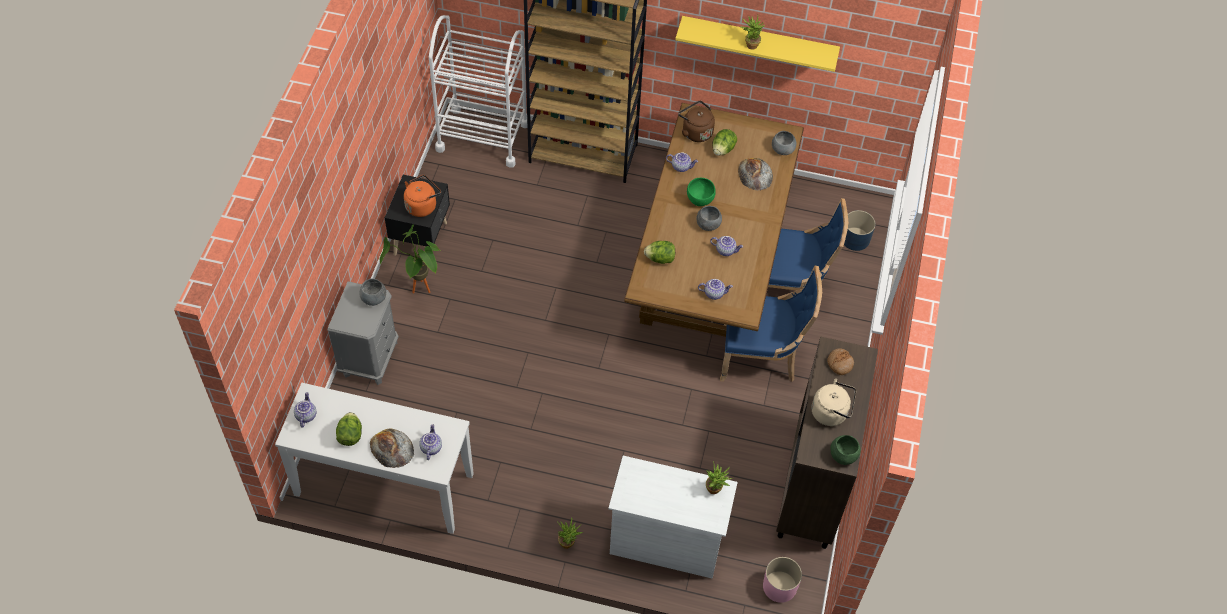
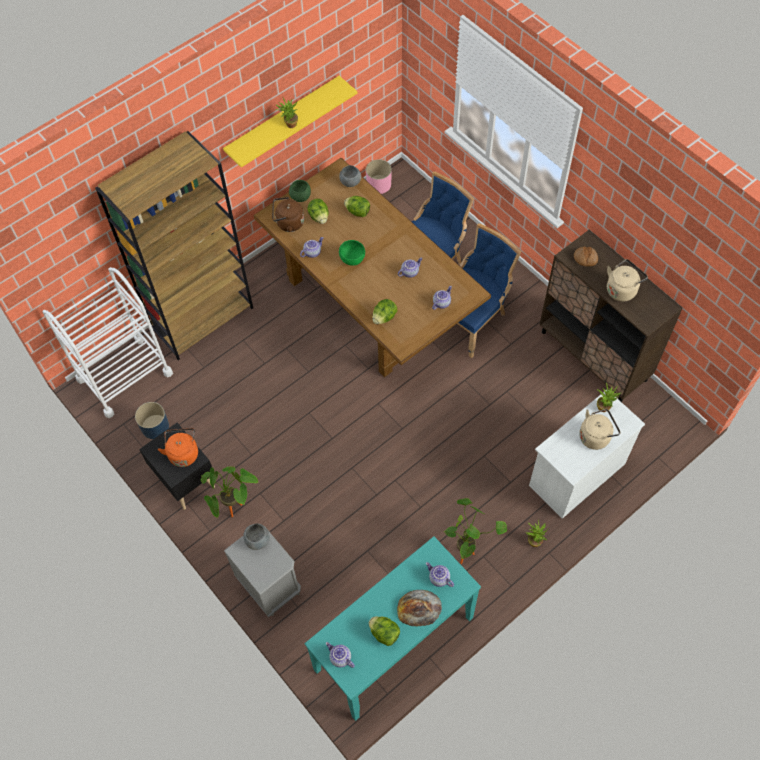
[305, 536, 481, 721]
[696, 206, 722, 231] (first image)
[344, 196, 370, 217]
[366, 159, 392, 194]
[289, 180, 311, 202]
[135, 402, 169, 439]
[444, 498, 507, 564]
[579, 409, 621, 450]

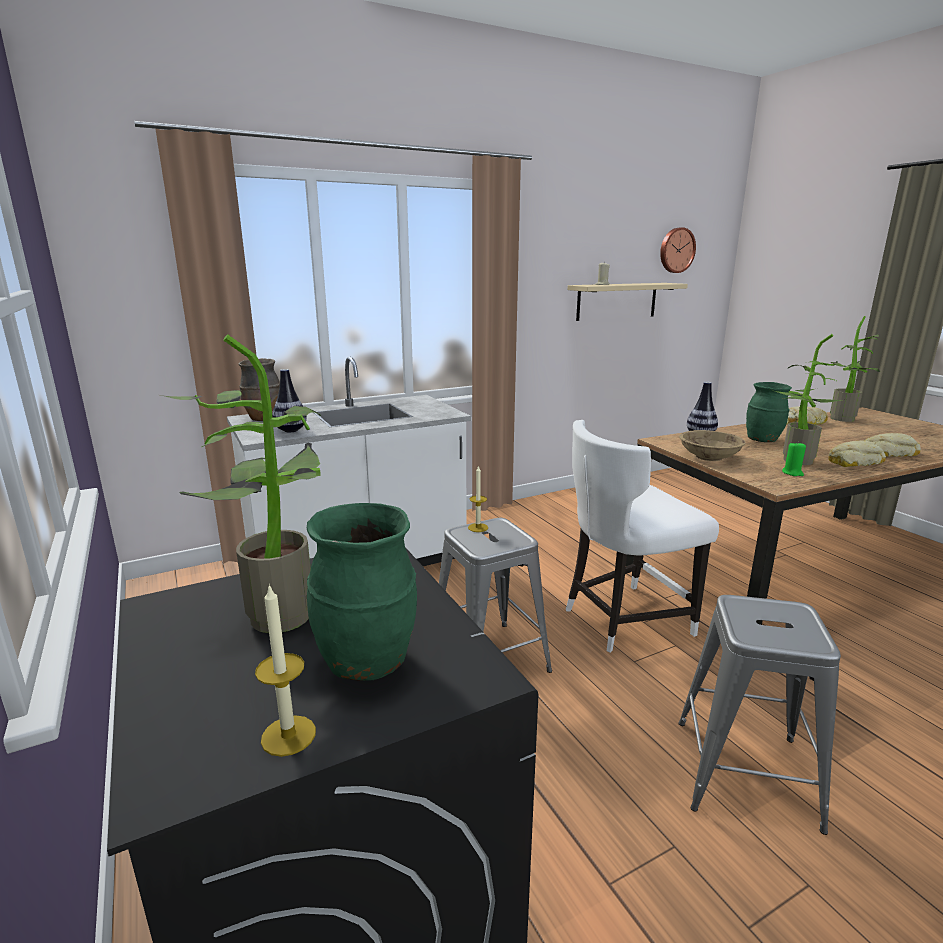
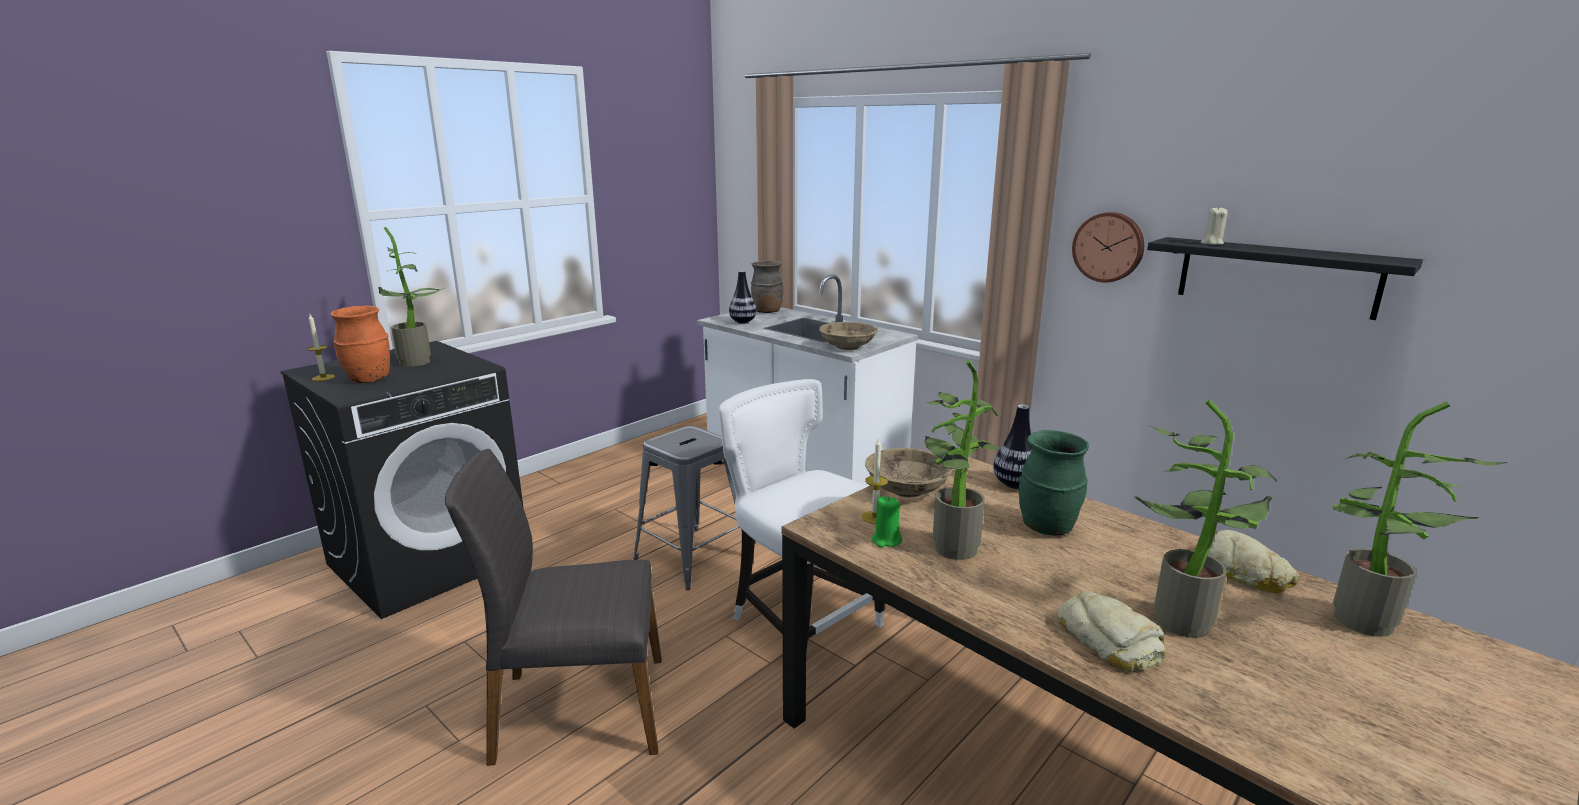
[331, 306, 390, 383]
[862, 437, 888, 524]
[1147, 237, 1423, 320]
[1072, 212, 1144, 283]
[445, 449, 661, 766]
[828, 440, 886, 467] (first image)
[819, 322, 878, 350]
[1135, 400, 1277, 638]

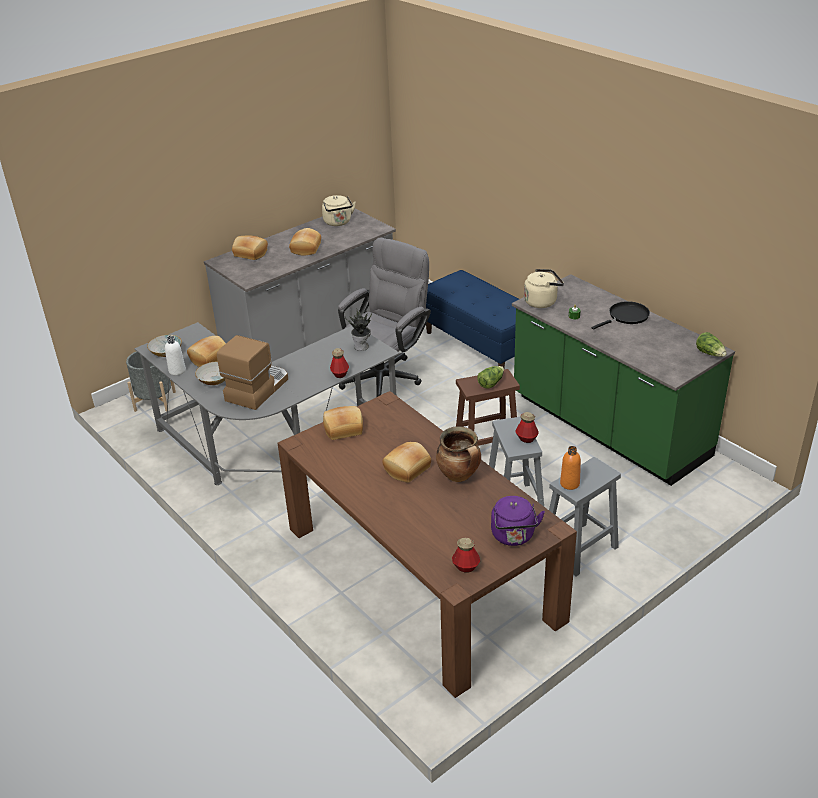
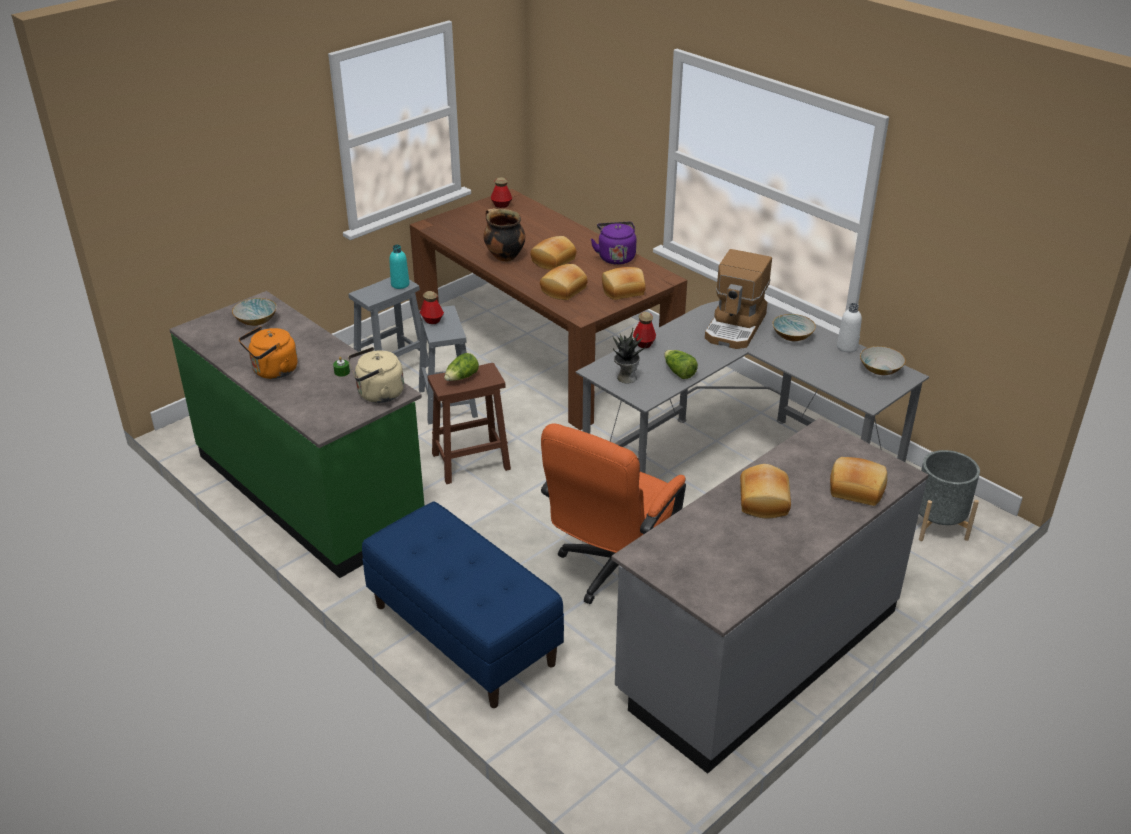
[540, 264, 588, 300]
[322, 195, 356, 226] (first image)
[541, 424, 686, 604]
[591, 222, 636, 265]
[389, 245, 409, 289]
[239, 326, 298, 379]
[664, 350, 698, 379]
[232, 298, 277, 326]

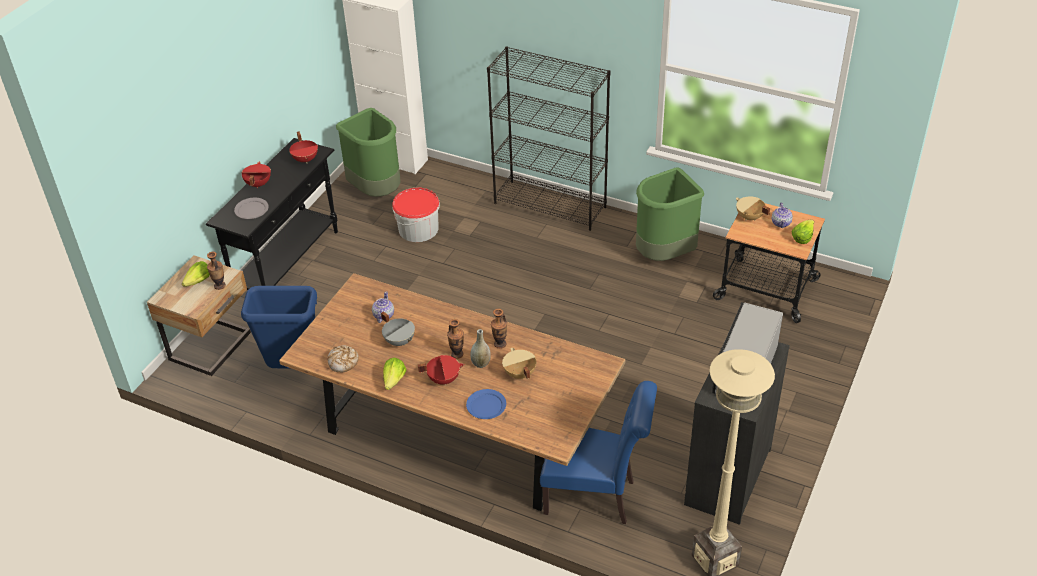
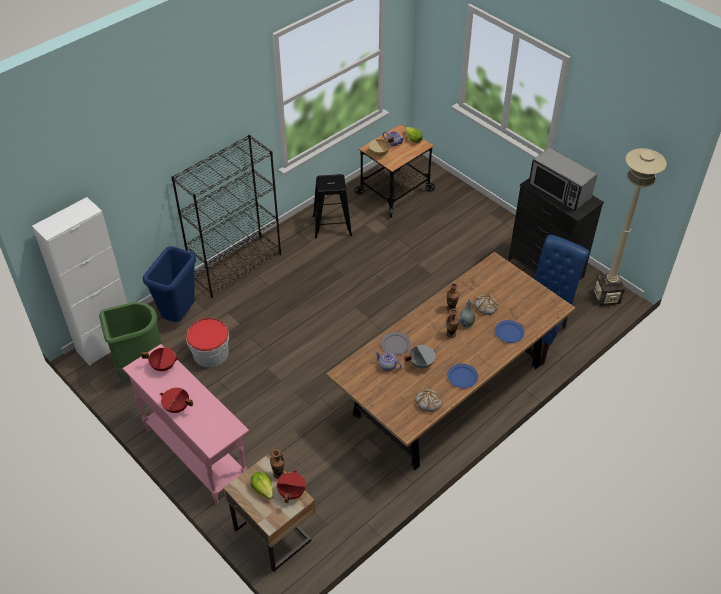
[123, 344, 249, 505]
[381, 332, 411, 355]
[143, 246, 196, 322]
[447, 364, 478, 388]
[277, 469, 306, 503]
[474, 294, 498, 315]
[313, 174, 352, 239]

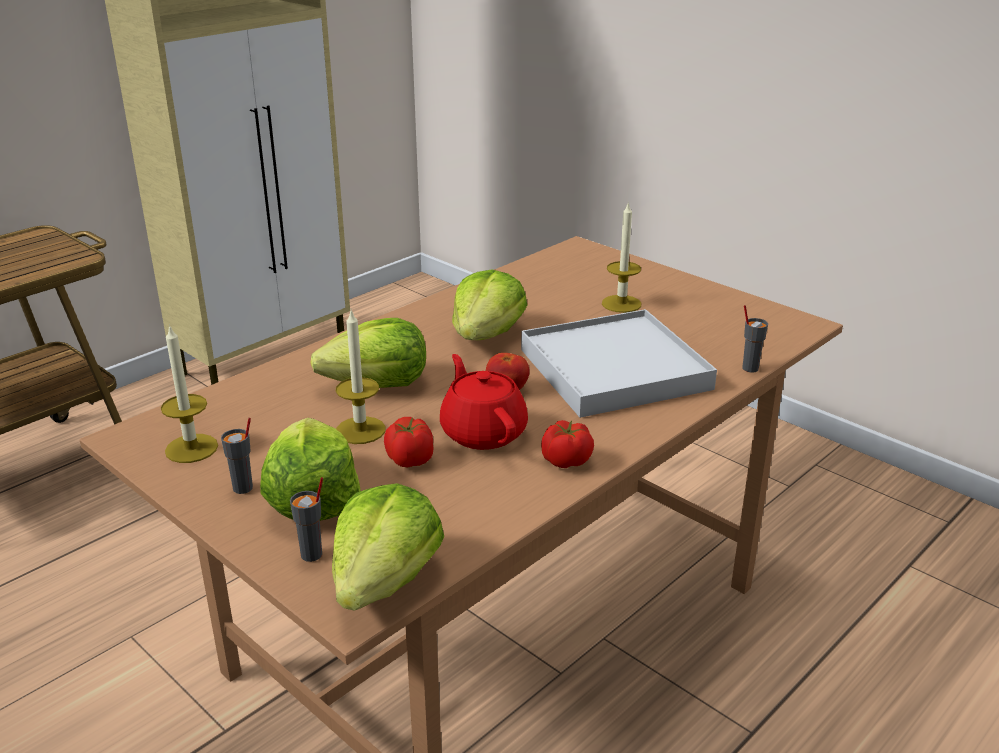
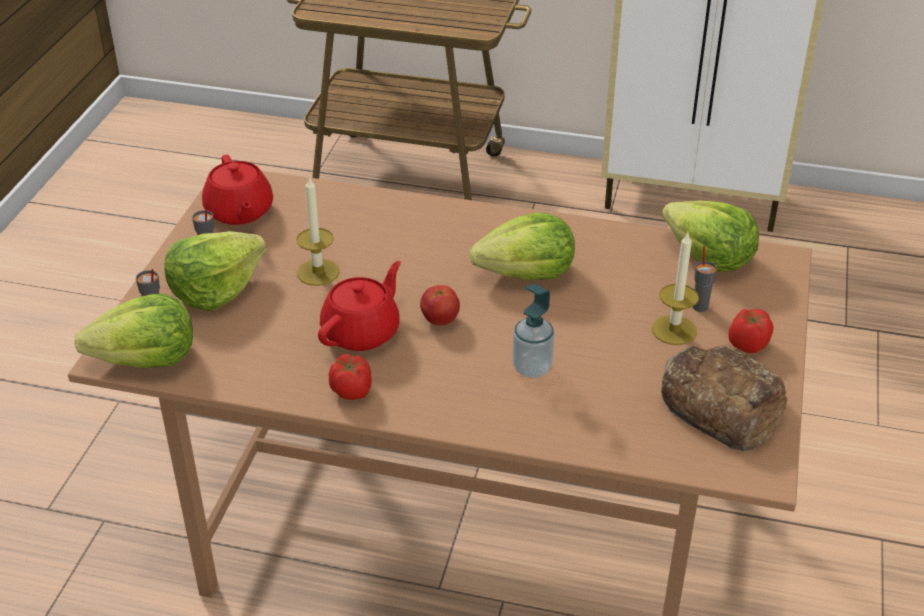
[202, 155, 273, 225]
[662, 200, 759, 272]
[729, 309, 773, 353]
[512, 284, 555, 378]
[693, 246, 717, 312]
[661, 346, 787, 451]

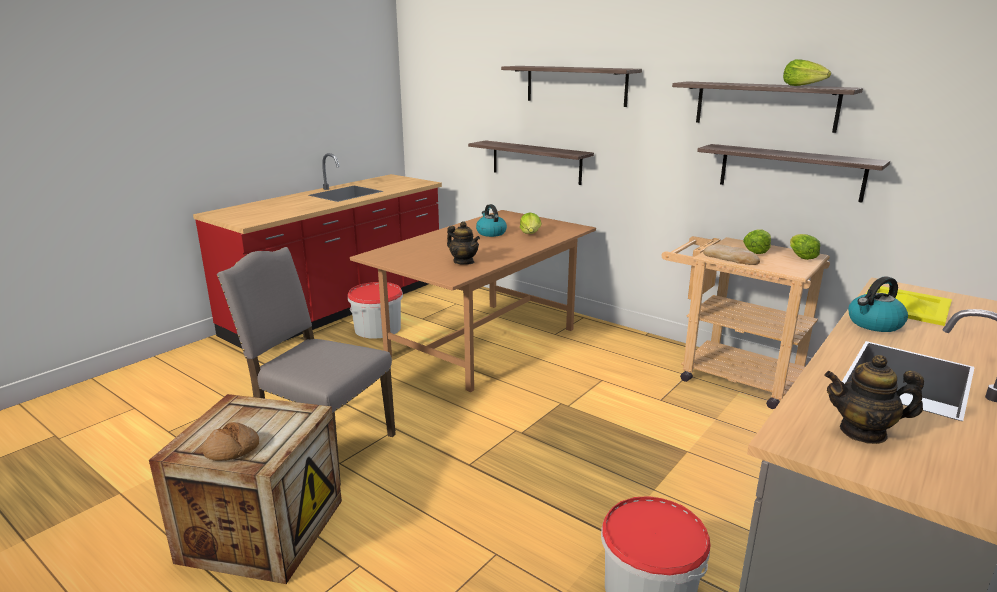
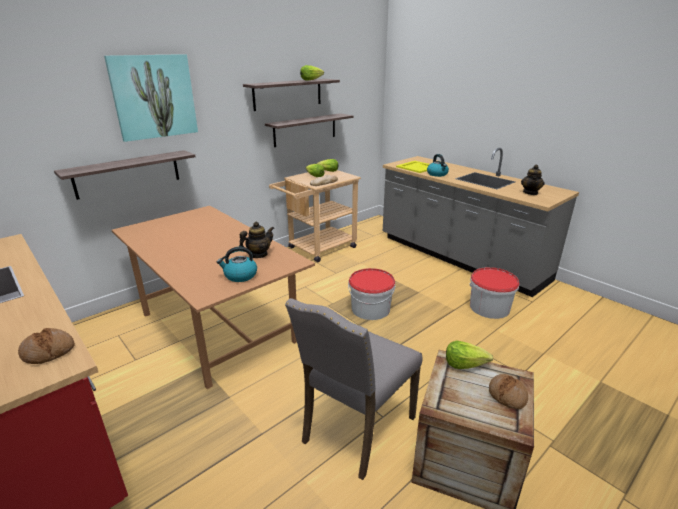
[348, 268, 395, 320]
[217, 247, 257, 282]
[104, 54, 198, 142]
[446, 341, 493, 369]
[18, 328, 75, 364]

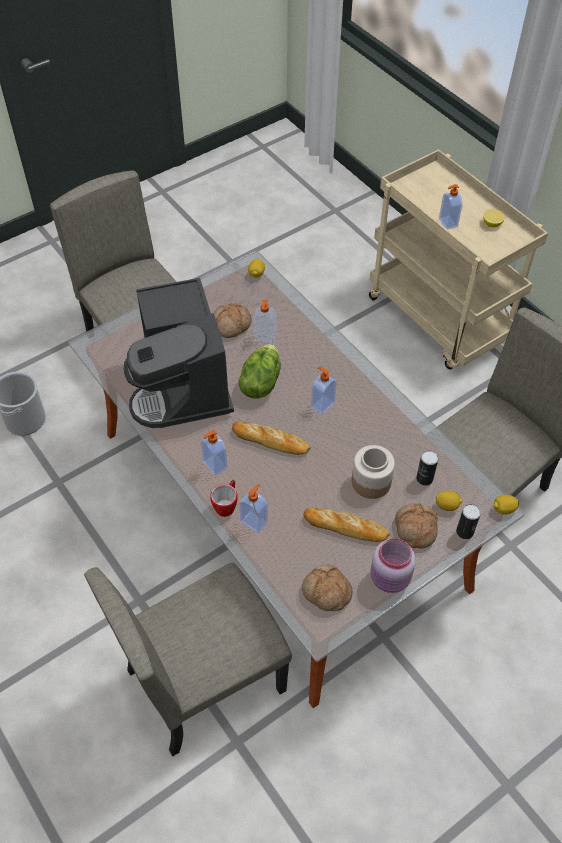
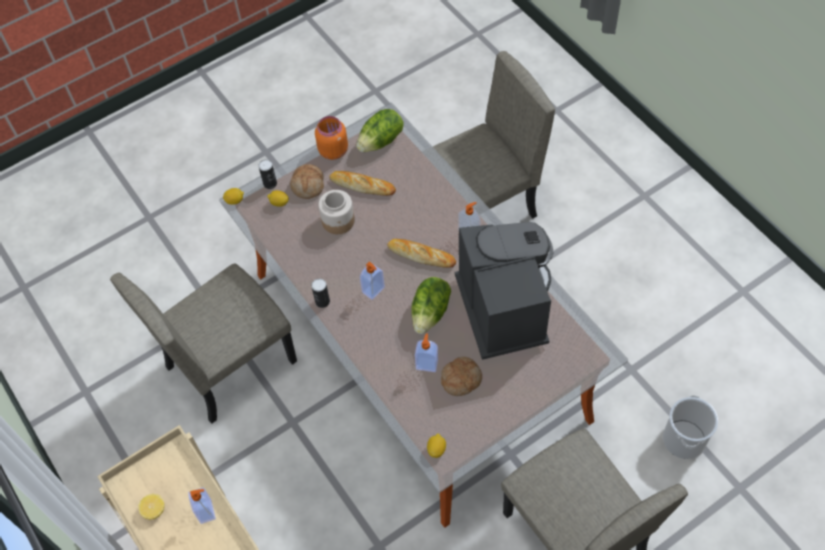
[210, 480, 238, 517] (first image)
[239, 484, 268, 533] (first image)
[356, 109, 404, 152]
[315, 116, 348, 160]
[311, 278, 330, 308]

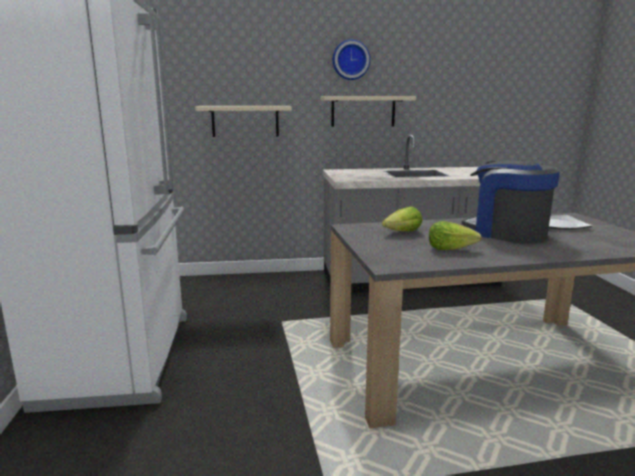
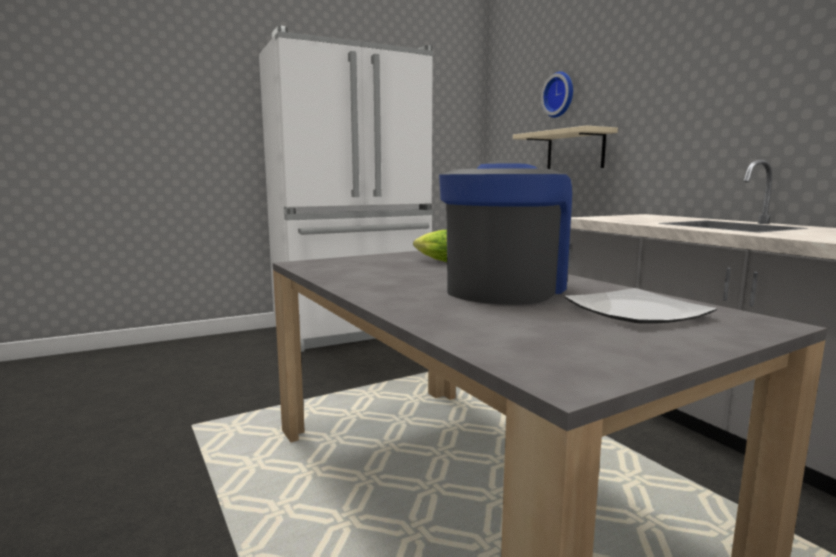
[320, 96, 416, 127] (first image)
[541, 71, 573, 118]
[429, 221, 482, 250] (first image)

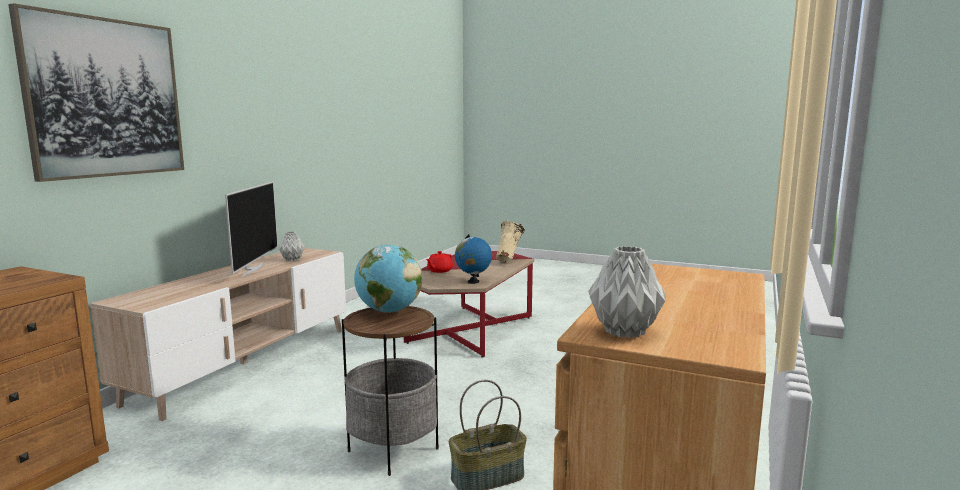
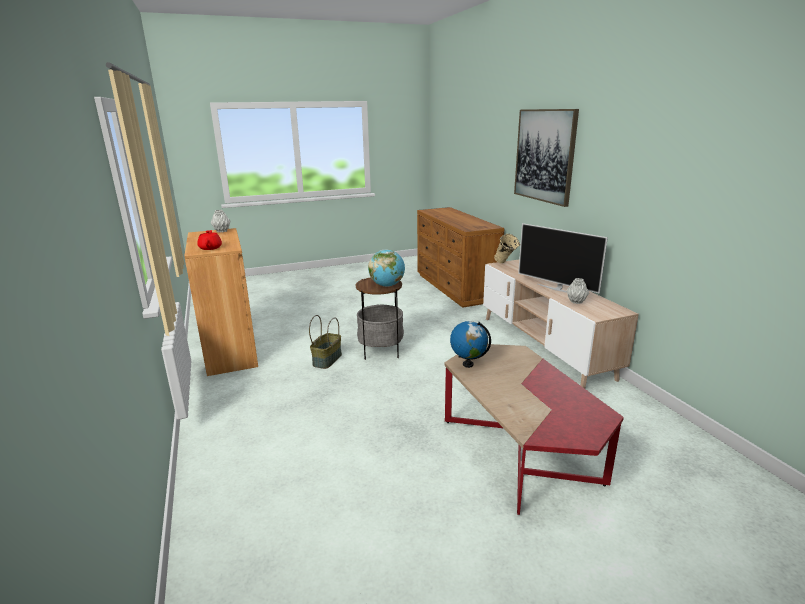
[197, 230, 222, 250]
[494, 234, 520, 263]

